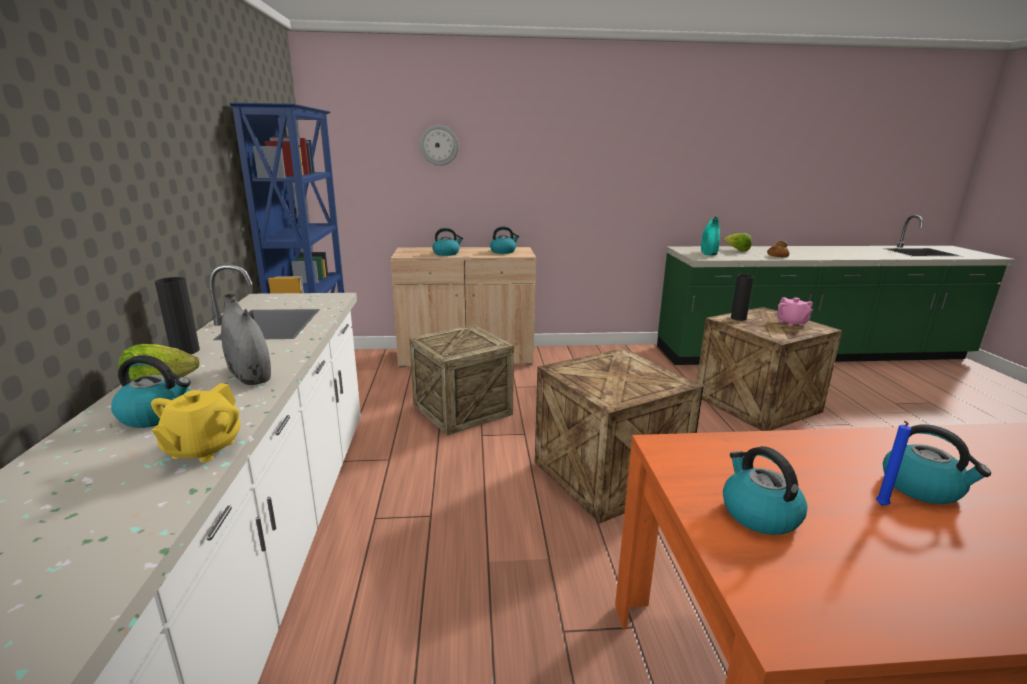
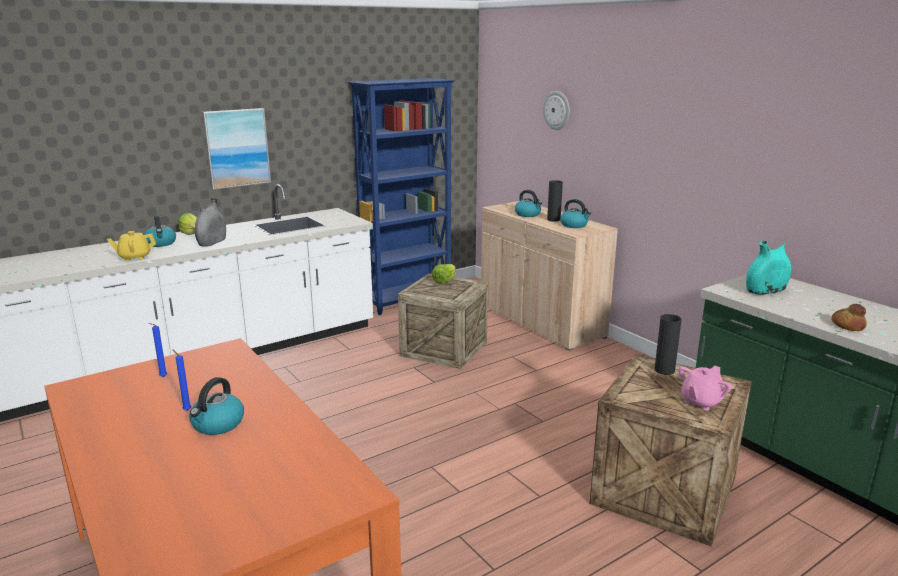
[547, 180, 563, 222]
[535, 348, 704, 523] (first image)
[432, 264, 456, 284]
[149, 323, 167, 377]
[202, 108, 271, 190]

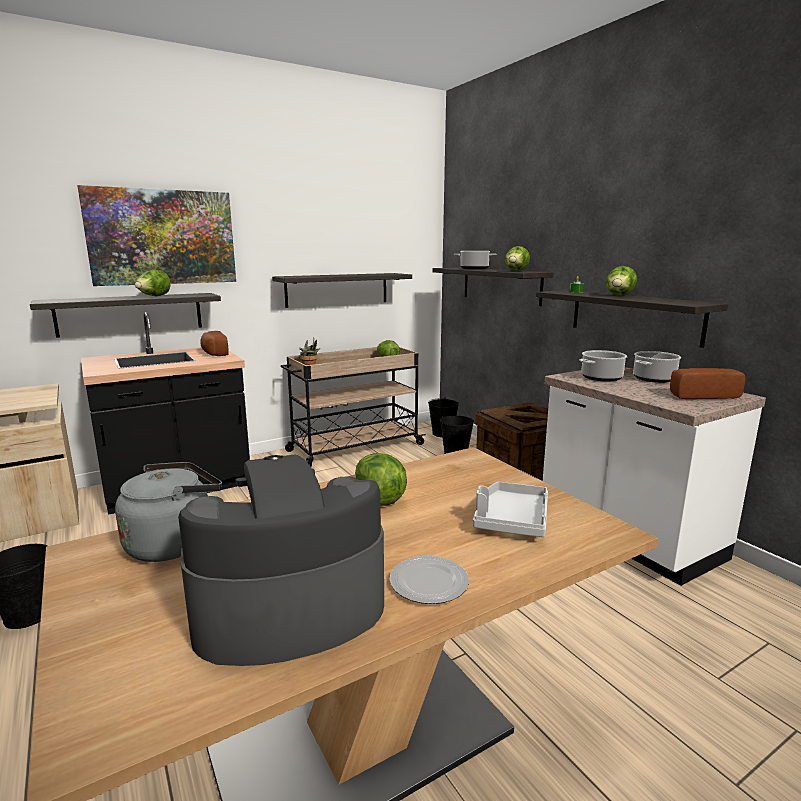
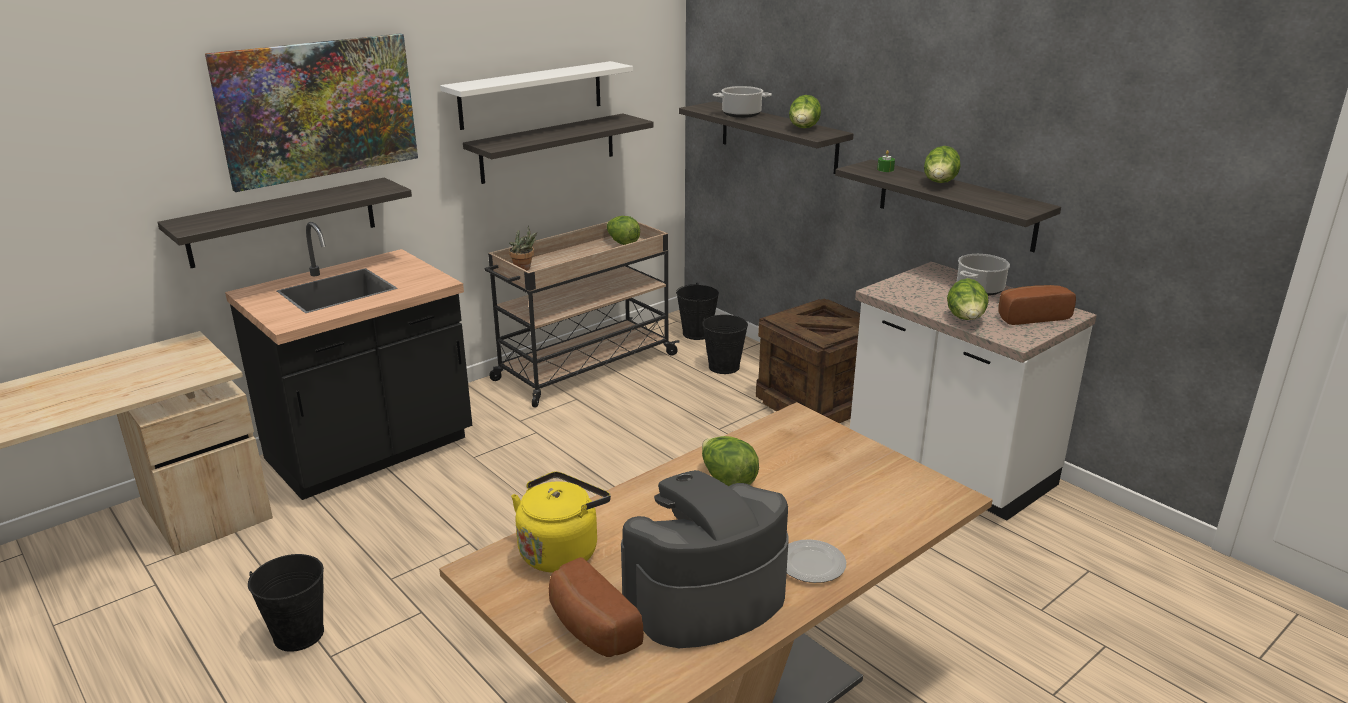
[511, 472, 611, 573]
[947, 278, 989, 320]
[549, 557, 644, 657]
[473, 482, 548, 537] (first image)
[579, 350, 628, 382] (first image)
[440, 61, 633, 130]

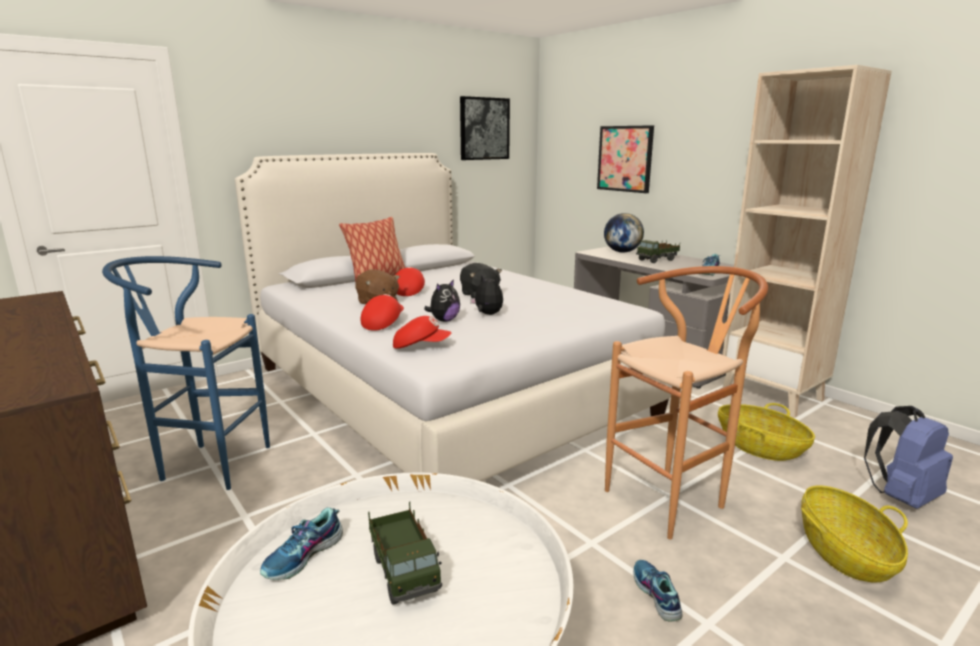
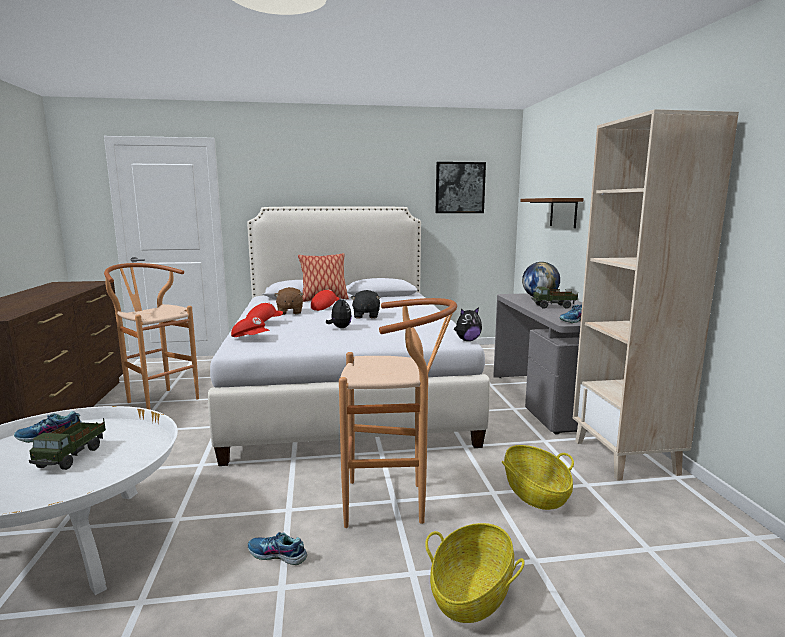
[104, 263, 199, 410]
[454, 307, 482, 341]
[520, 198, 584, 228]
[248, 532, 307, 565]
[864, 406, 953, 509] (first image)

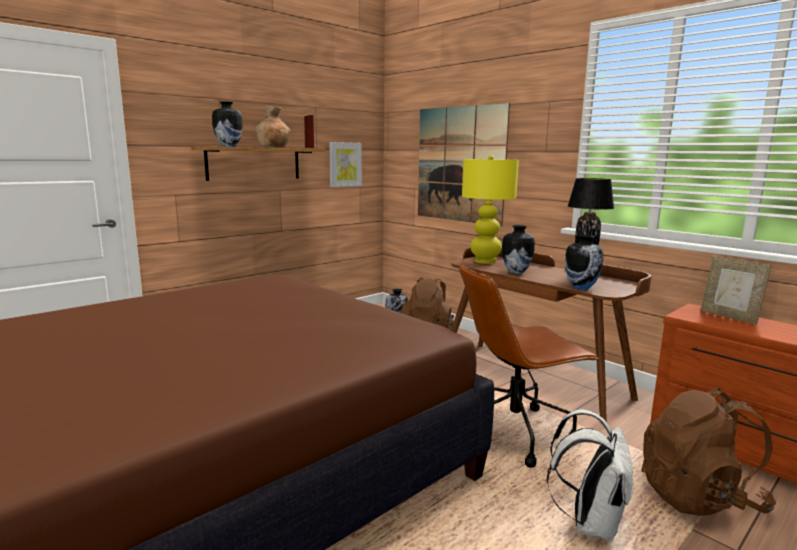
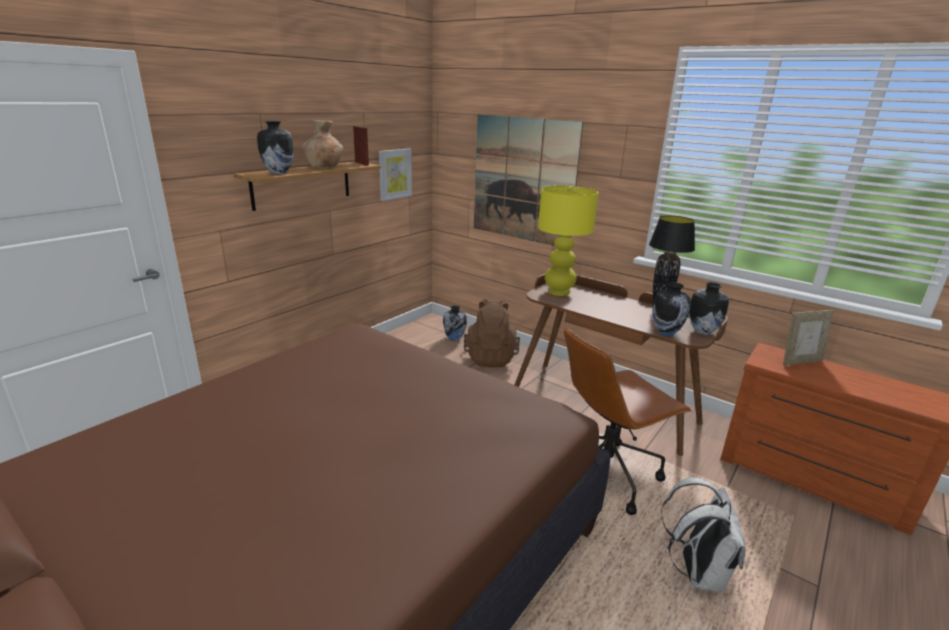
[689, 282, 729, 335]
[641, 387, 776, 516] (first image)
[783, 310, 833, 365]

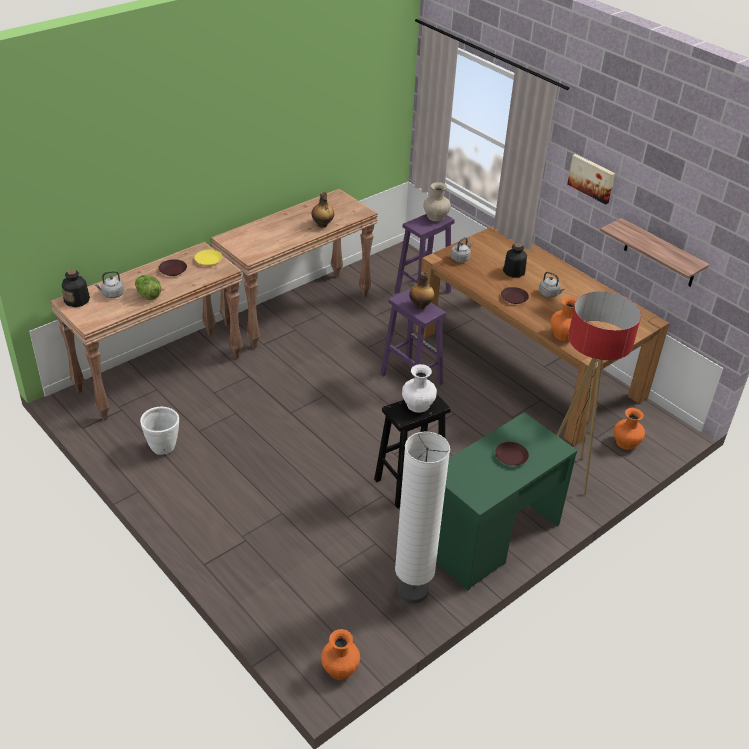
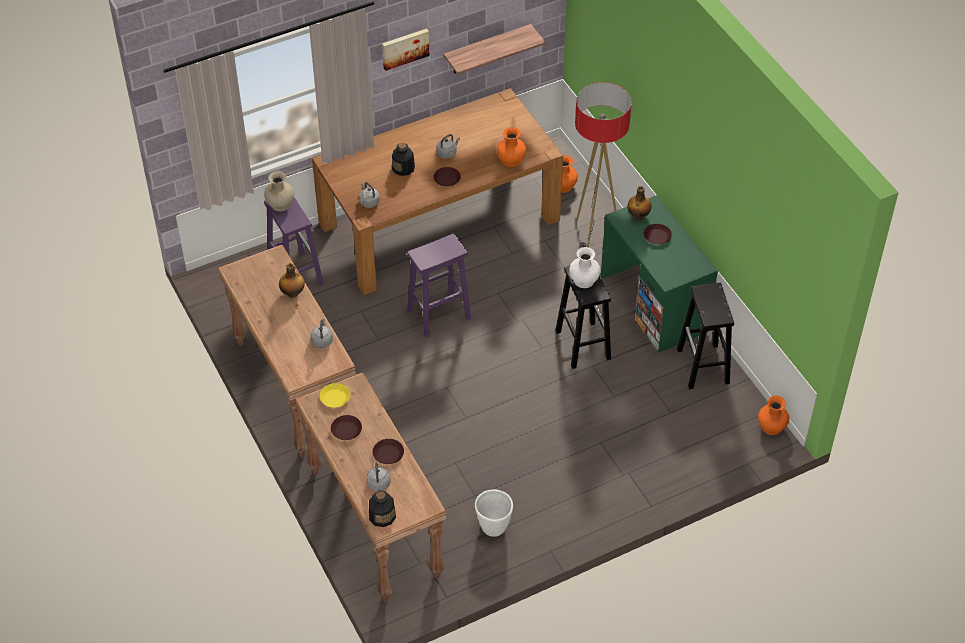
[373, 439, 404, 464]
[677, 283, 734, 389]
[628, 186, 651, 220]
[310, 318, 333, 348]

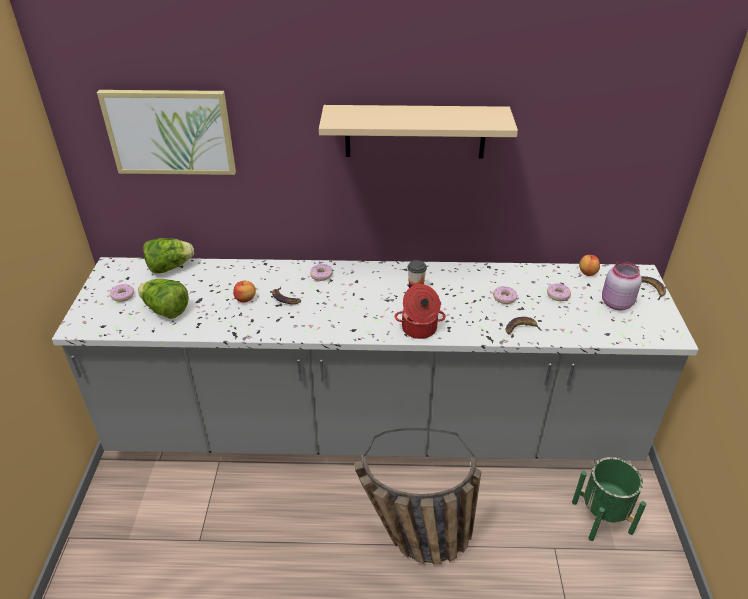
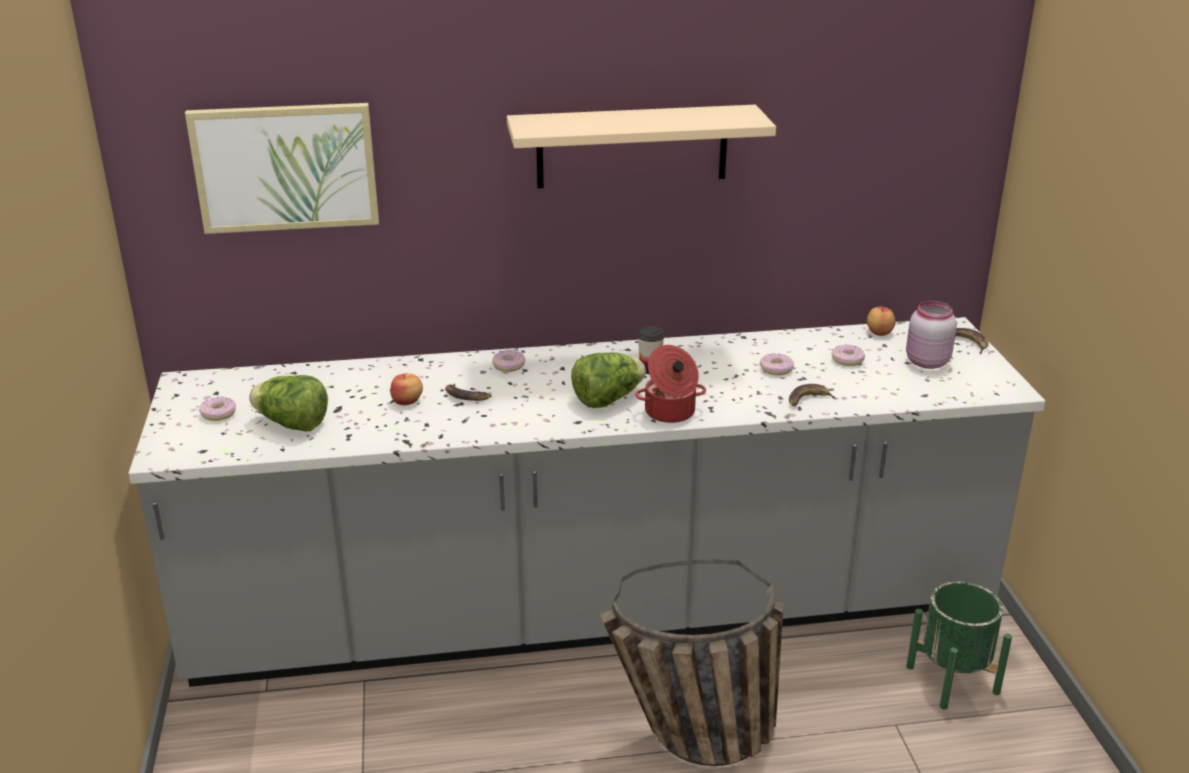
[571, 352, 646, 408]

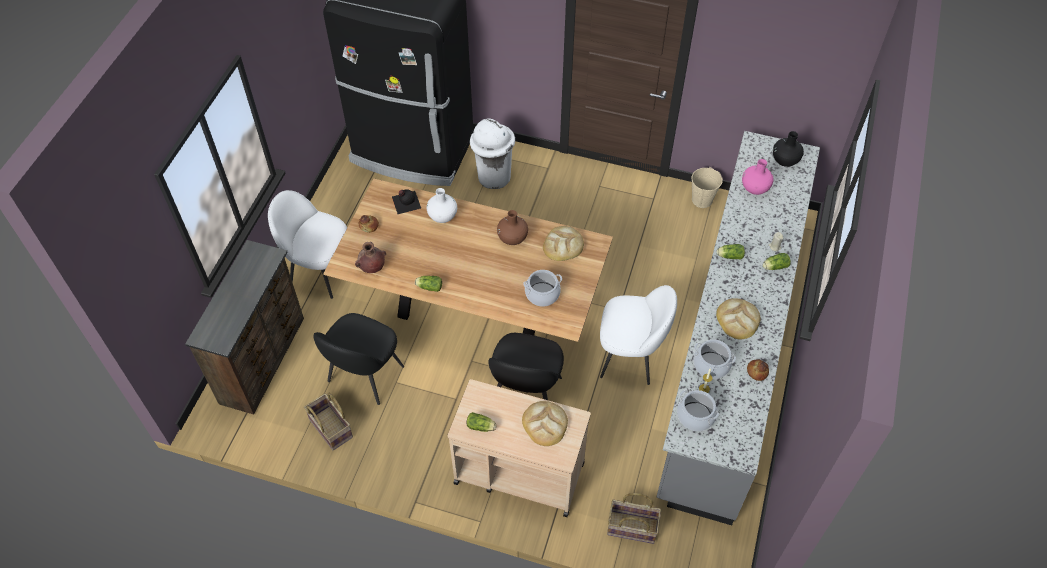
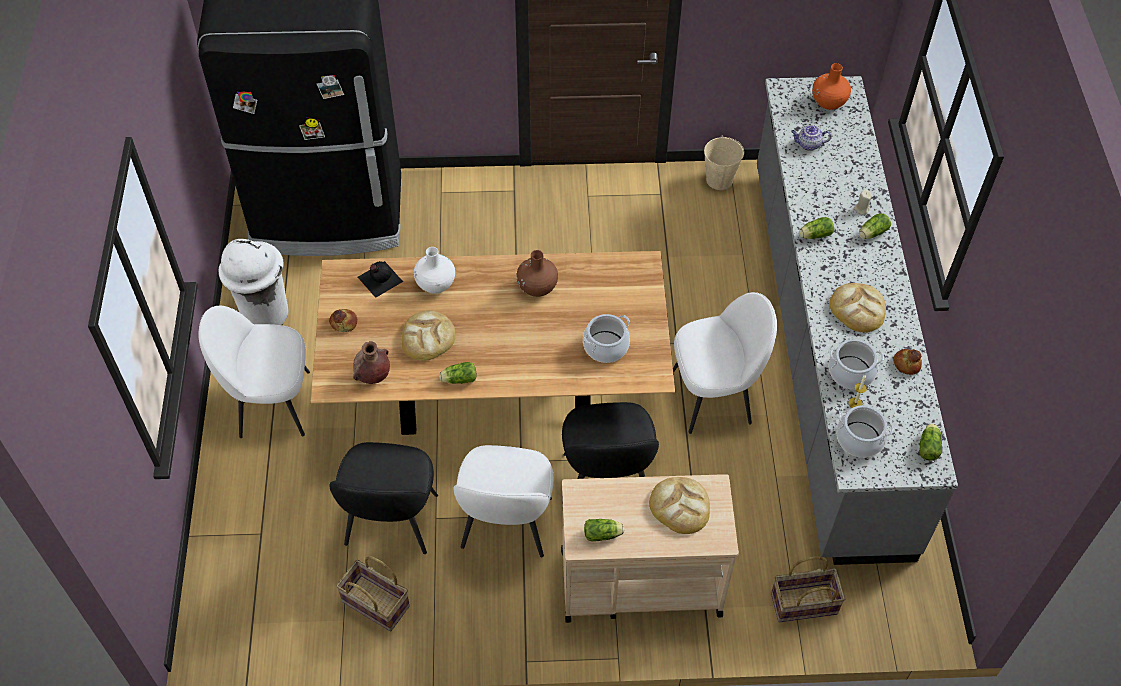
[185, 240, 304, 415] (first image)
[219, 239, 288, 325]
[402, 310, 456, 361]
[791, 125, 832, 151]
[812, 63, 851, 110]
[453, 445, 554, 557]
[919, 424, 942, 461]

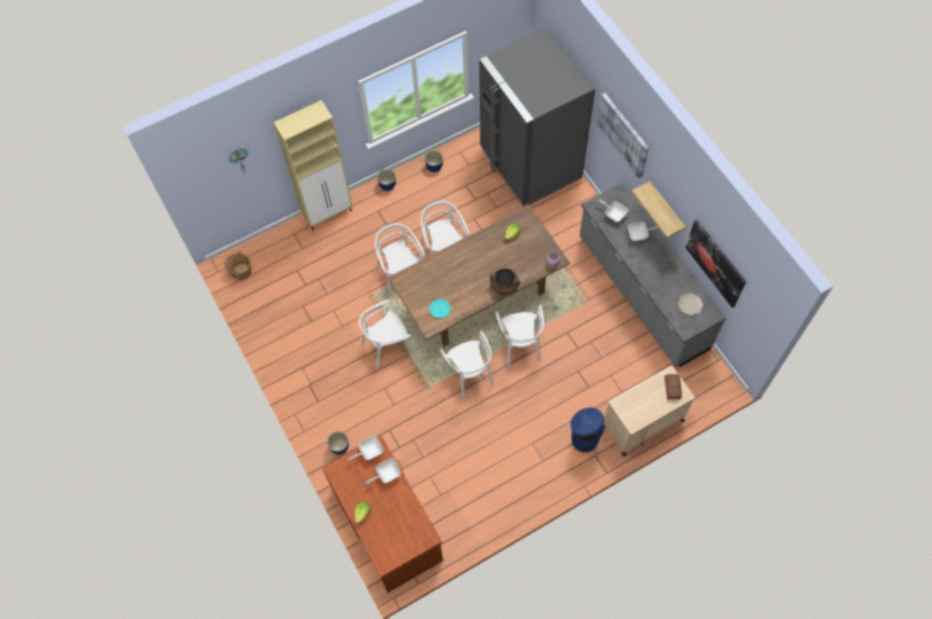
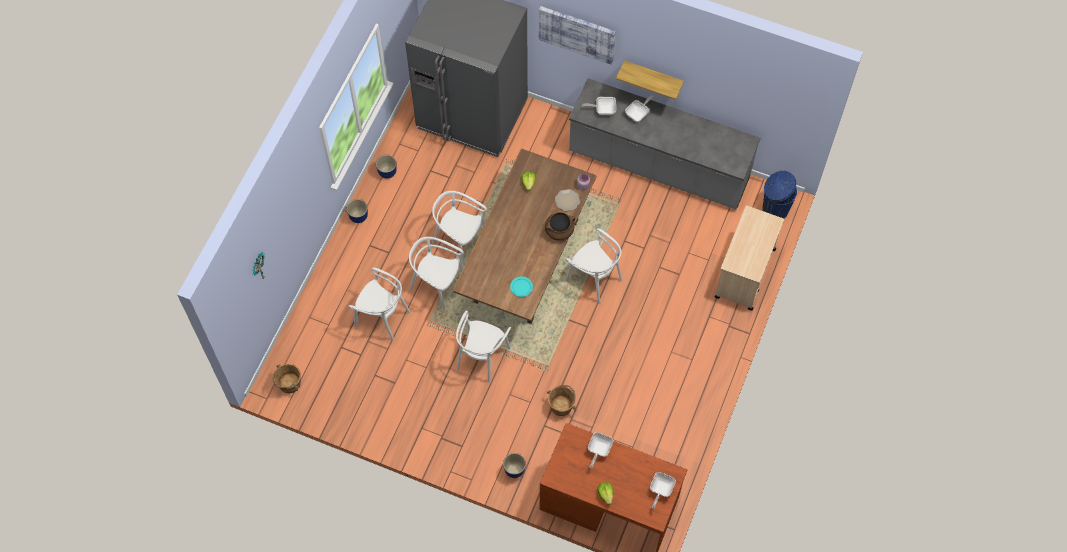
[273, 100, 352, 230] (first image)
[650, 472, 676, 509]
[348, 267, 410, 340]
[763, 171, 797, 219]
[665, 374, 682, 399] (first image)
[555, 189, 580, 211]
[685, 220, 746, 308] (first image)
[547, 385, 577, 416]

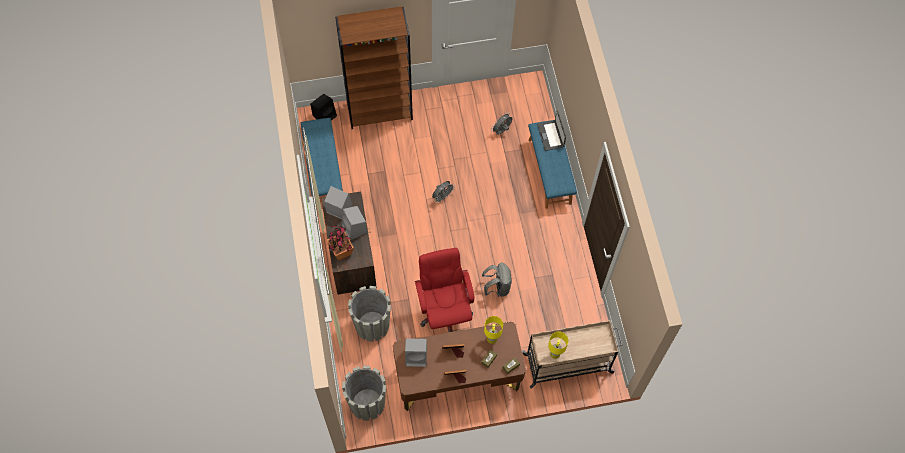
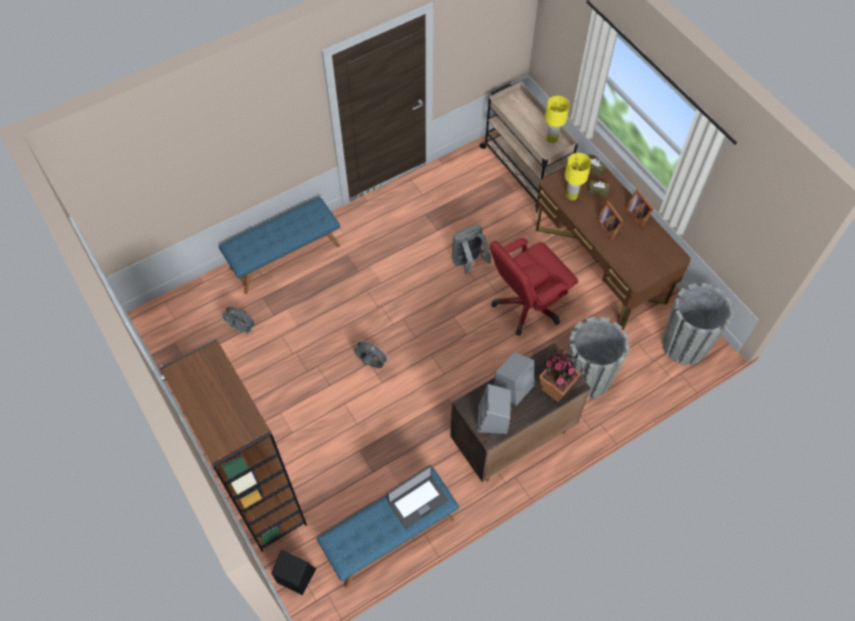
[405, 338, 427, 367] (first image)
[387, 465, 449, 529]

